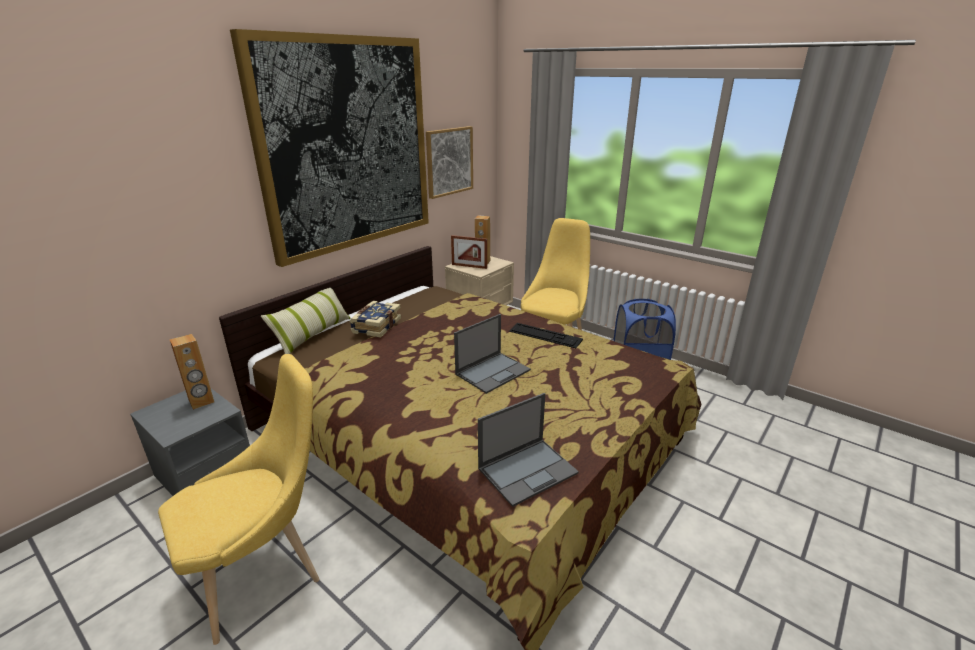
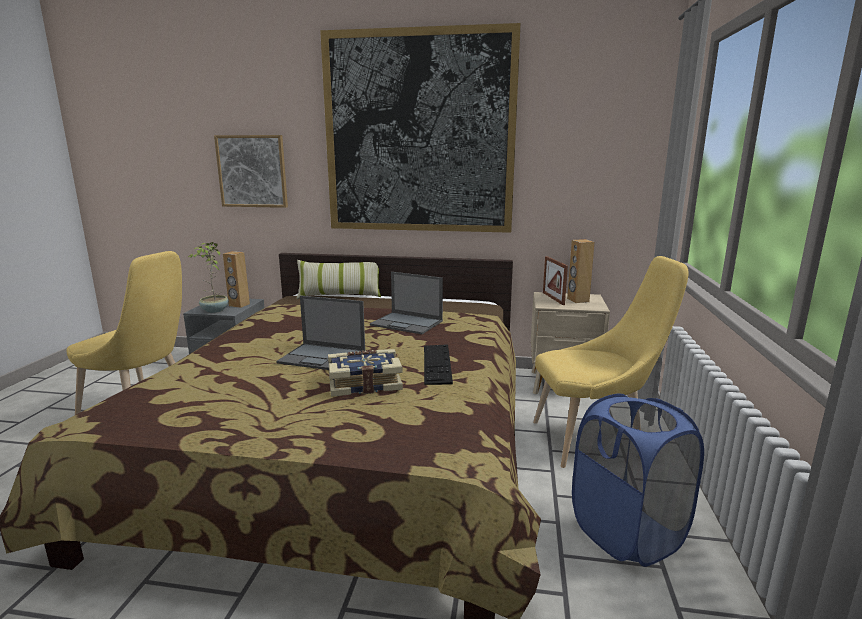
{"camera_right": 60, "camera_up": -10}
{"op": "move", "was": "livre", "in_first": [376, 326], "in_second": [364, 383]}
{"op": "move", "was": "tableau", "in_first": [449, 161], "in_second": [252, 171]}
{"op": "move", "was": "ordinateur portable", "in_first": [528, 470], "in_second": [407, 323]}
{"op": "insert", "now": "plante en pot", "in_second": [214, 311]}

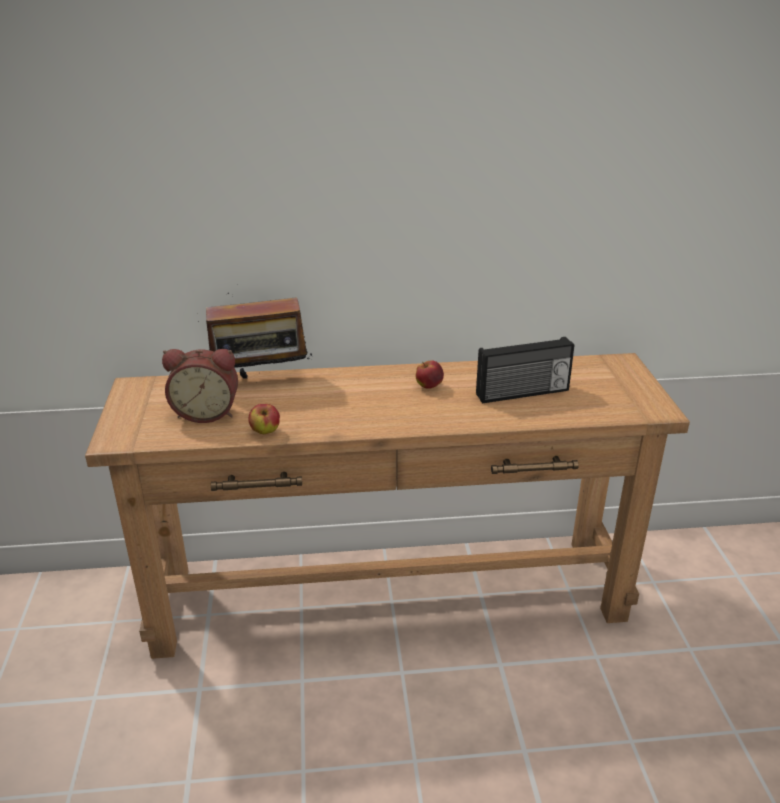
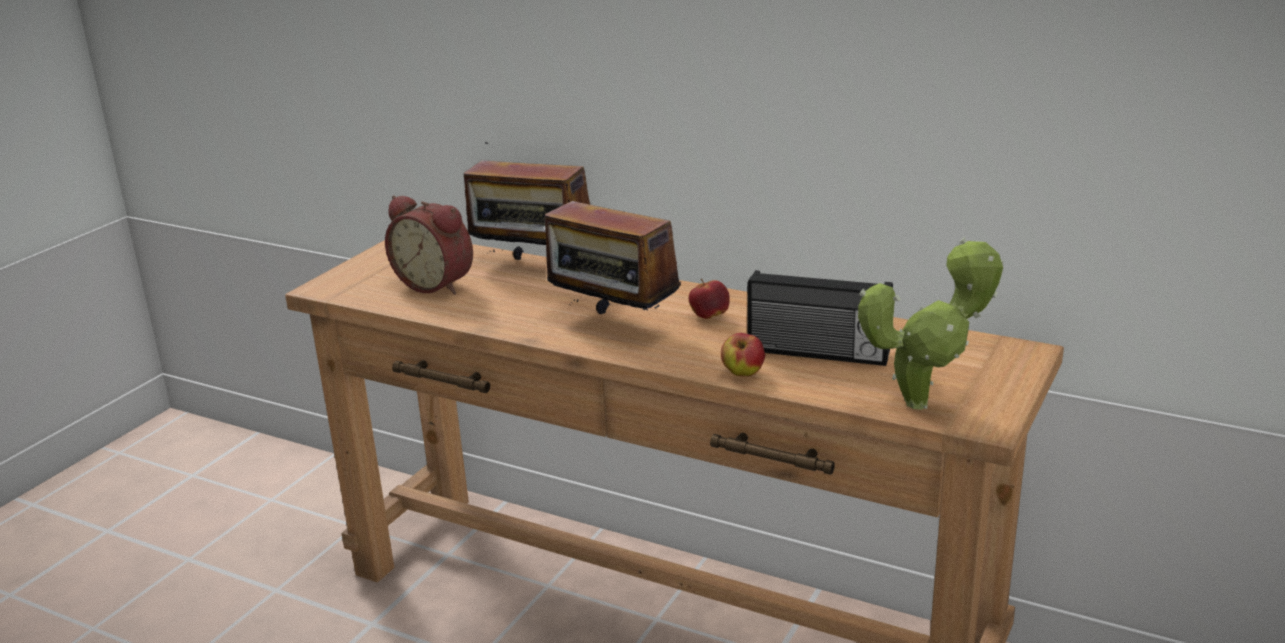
{"camera_right": 35, "camera_up": -5}
{"op": "move", "was": "pomme", "in_first": [265, 432], "in_second": [743, 374]}
{"op": "insert", "now": "radio", "in_second": [613, 323]}
{"op": "insert", "now": "plante en pot", "in_second": [925, 402]}

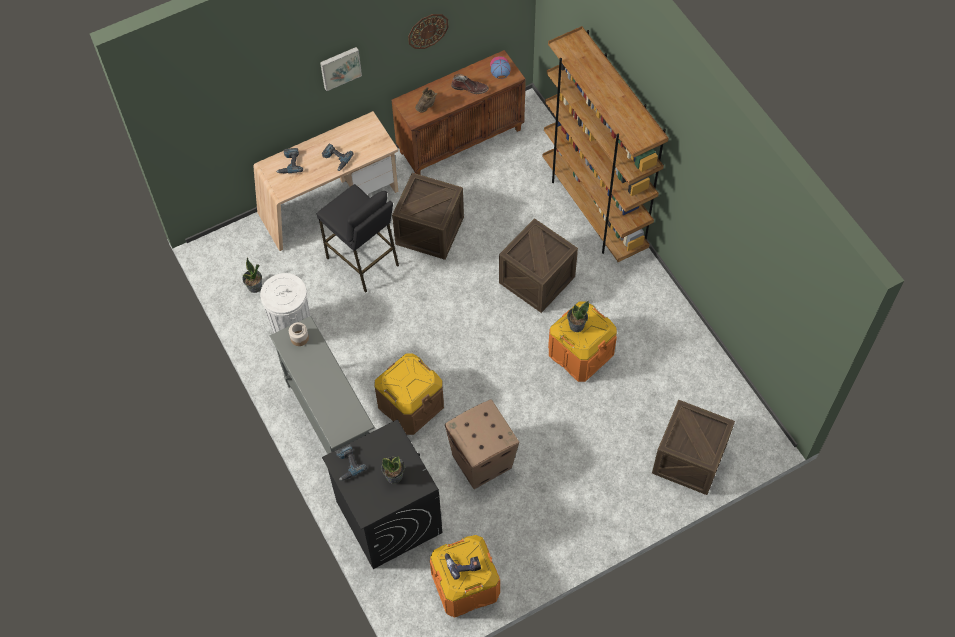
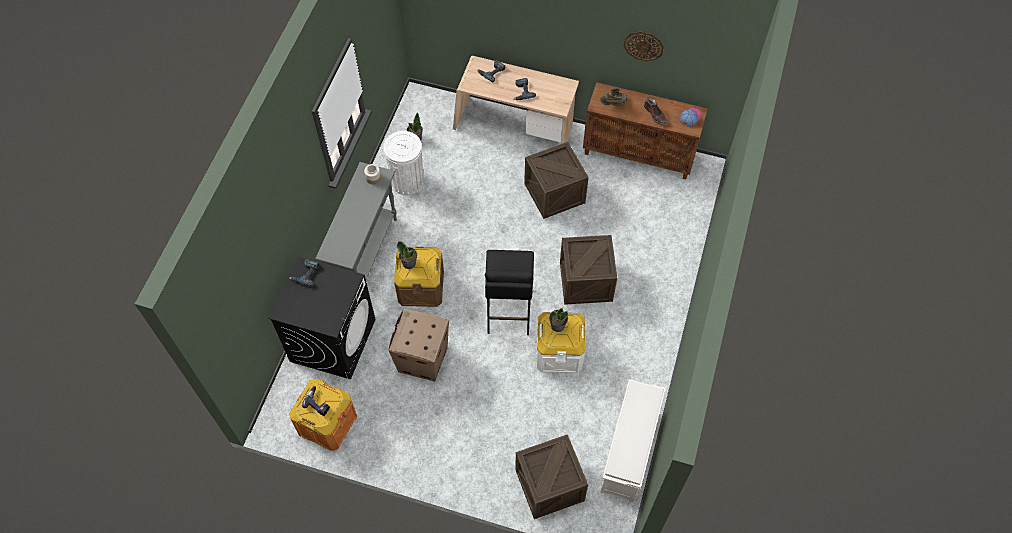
{"camera_right": 45, "camera_up": 0}
{"op": "move", "was": "tabouret/noir", "in_first": [363, 262], "in_second": [508, 311]}
{"op": "delete", "was": "tableau", "in_first": [340, 67]}
{"op": "move", "was": "plante en pot", "in_first": [394, 475], "in_second": [409, 263]}
{"op": "delete", "was": "bibliothèque/marron", "in_first": [594, 209]}
{"op": "recolor", "was": "boîte de rangement/orange", "now": "boîte de rangement/blanc", "in_first": [580, 353], "in_second": [559, 352]}
{"op": "insert", "now": "étagère à chaussures/blanc", "in_second": [628, 453]}

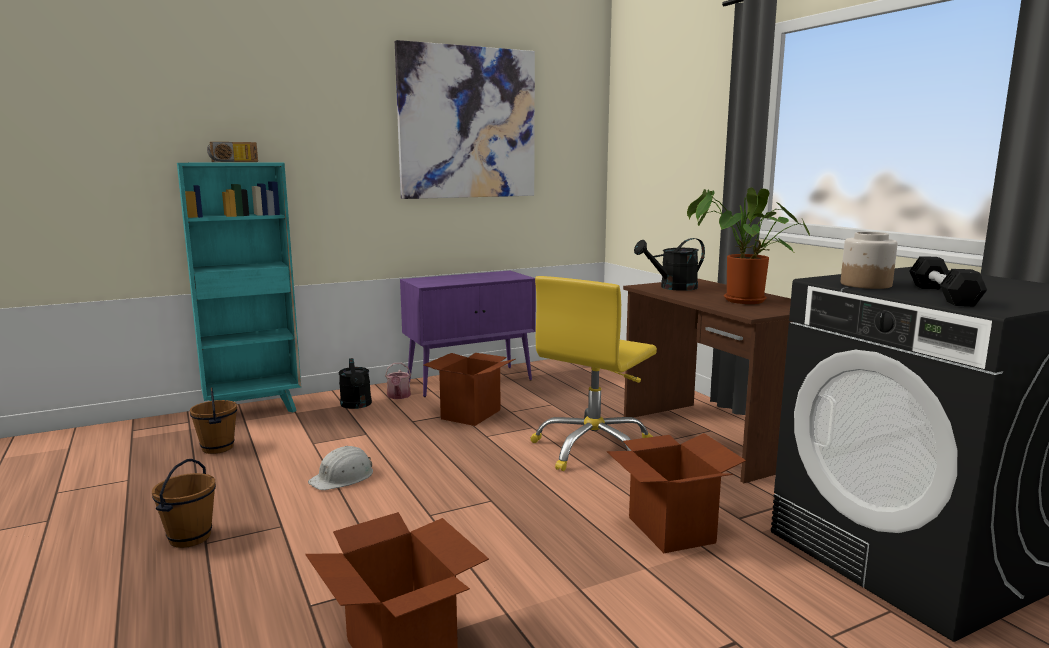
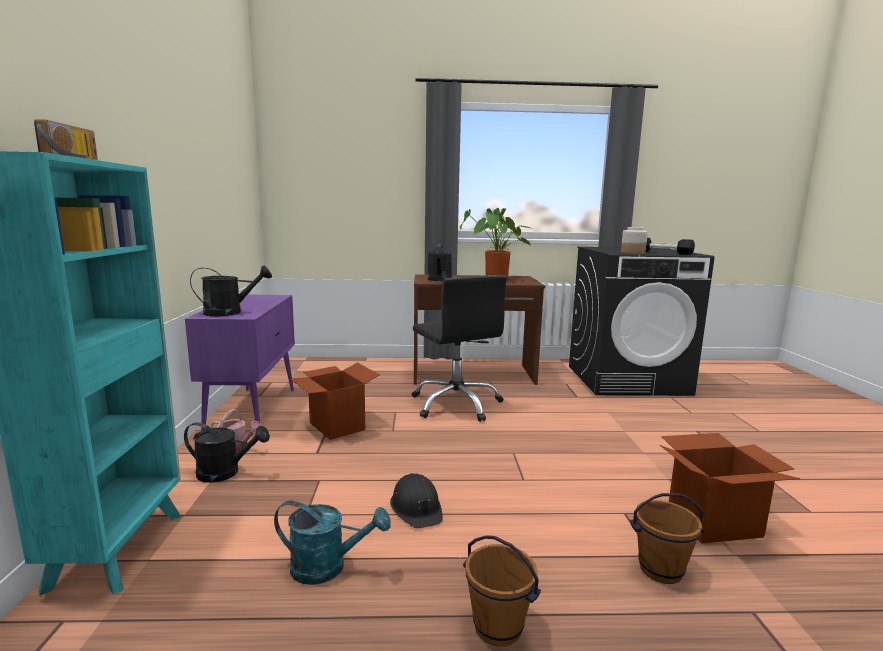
{"camera_right": -65, "camera_up": 0}
{"op": "move", "was": "seau/marron", "in_first": [217, 448], "in_second": [661, 570]}
{"op": "recolor", "was": "casque de chantier/blanc", "now": "casque de chantier/noir", "in_first": [343, 477], "in_second": [417, 508]}
{"op": "delete", "was": "tableau", "in_first": [467, 123]}
{"op": "recolor", "was": "chaise de bureau/jaune", "now": "chaise de bureau/noir", "in_first": [593, 449], "in_second": [456, 404]}
{"op": "delete", "was": "carton", "in_first": [670, 529]}
{"op": "insert", "now": "arrosoir/noir", "in_second": [230, 312]}
{"op": "insert", "now": "arrosoir/turquoise", "in_second": [328, 567]}

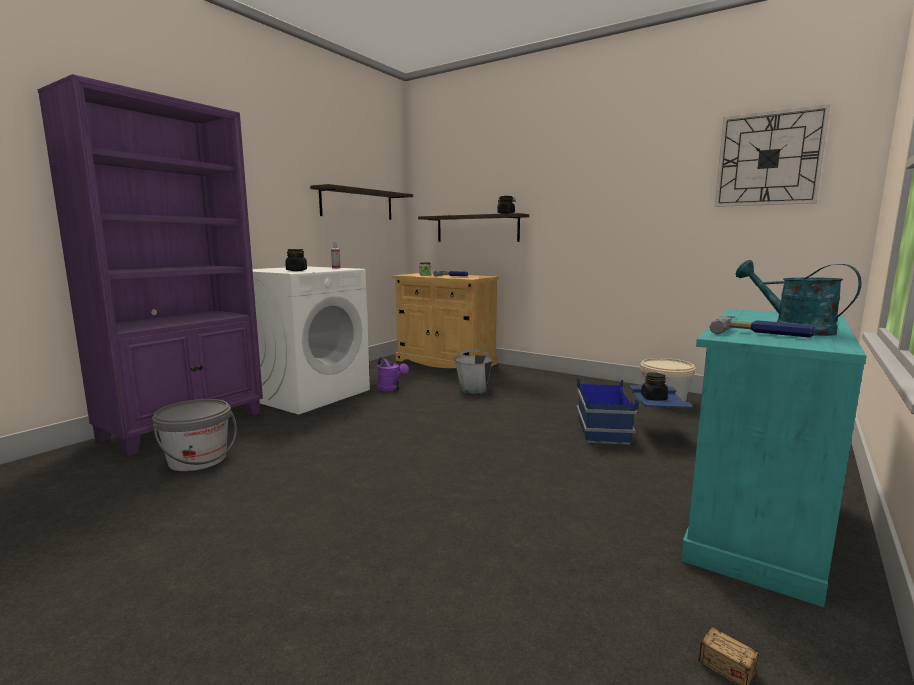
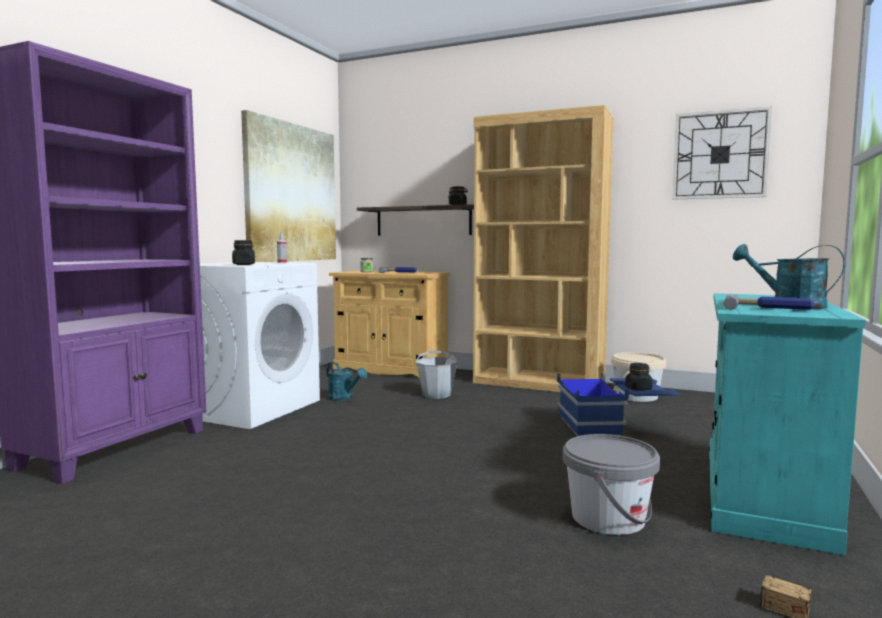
{"camera_right": -10, "camera_up": -5}
{"op": "move", "was": "seau/gris", "in_first": [198, 460], "in_second": [608, 518]}
{"op": "replace", "was": "étagère", "now": "tableau", "in_first": [357, 204], "in_second": [291, 193]}
{"op": "recolor", "was": "arrosoir/violet", "now": "arrosoir/turquoise", "in_first": [391, 389], "in_second": [344, 398]}
{"op": "insert", "now": "bibliothèque/marron", "in_second": [539, 383]}

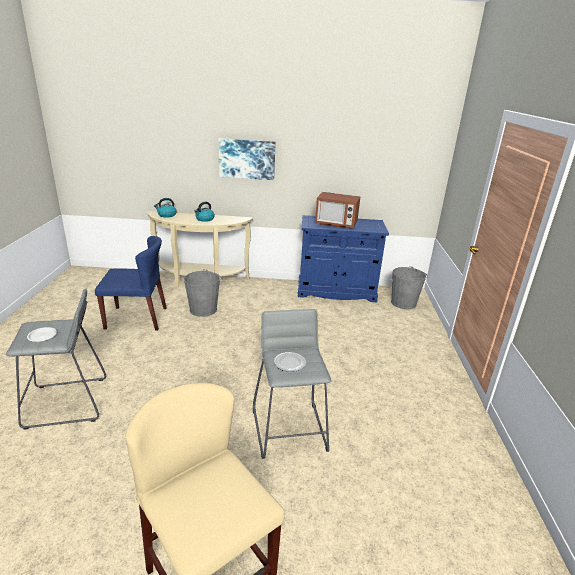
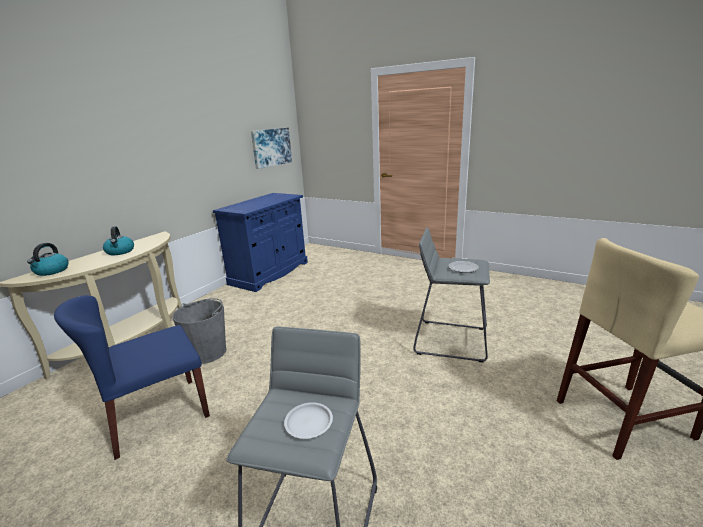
{"camera_right": -60, "camera_up": -5}
{"op": "rotate", "was": "chaise/bleu", "in_first": [137, 318], "in_second": [156, 415], "clockwise": -150}
{"op": "move", "was": "tableau", "in_first": [247, 159], "in_second": [271, 147]}
{"op": "delete", "was": "micro-ondes", "in_first": [336, 224]}
{"op": "delete", "was": "seau/gris", "in_first": [403, 303]}

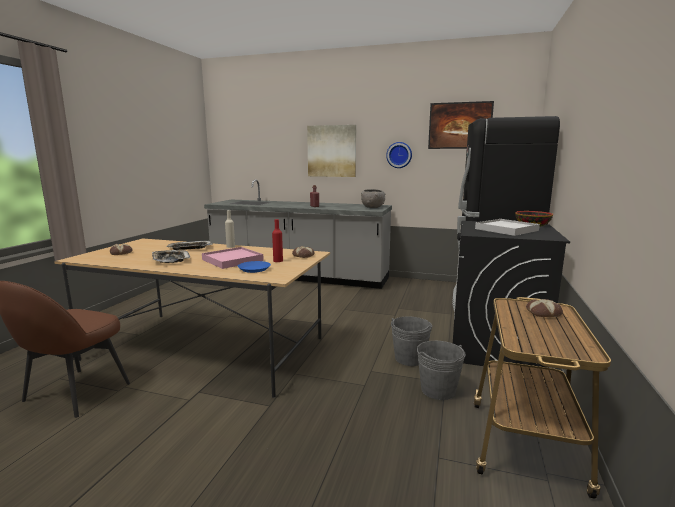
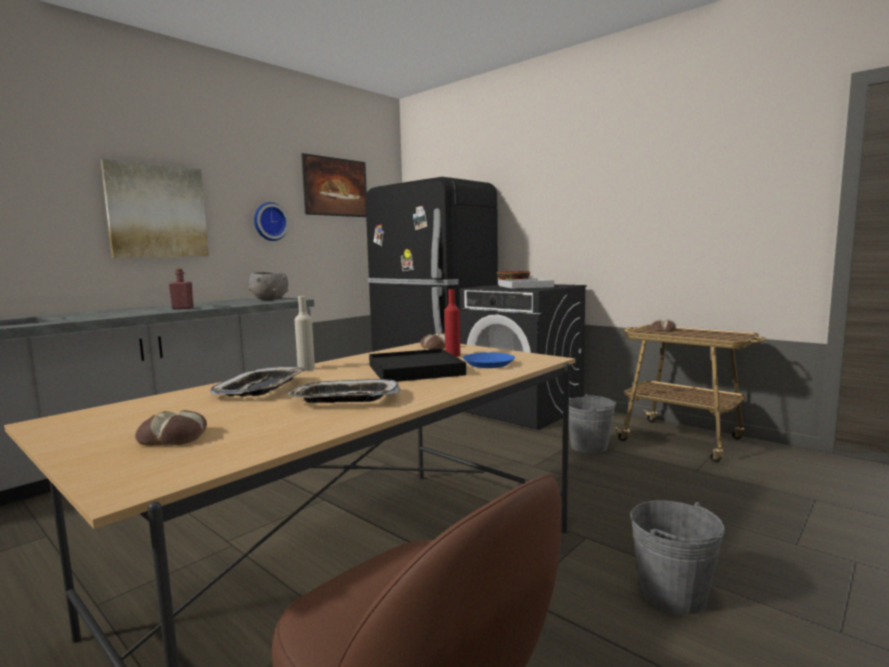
{"camera_right": -65, "camera_up": -5}
{"op": "recolor", "was": "plateau/rose", "now": "plateau/noir", "in_first": [232, 260], "in_second": [415, 370]}
{"op": "move", "was": "seau/gris", "in_first": [409, 358], "in_second": [672, 594]}

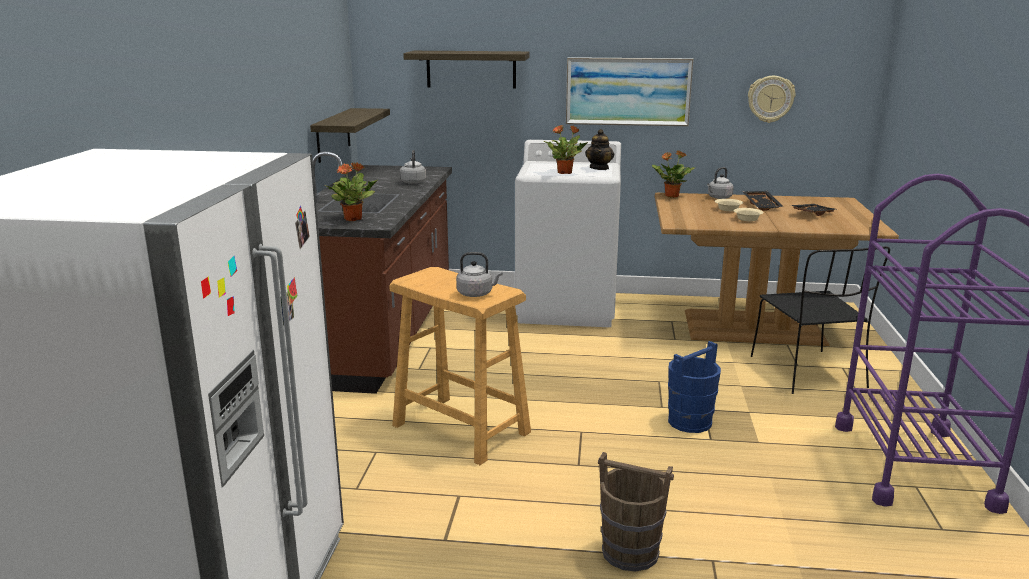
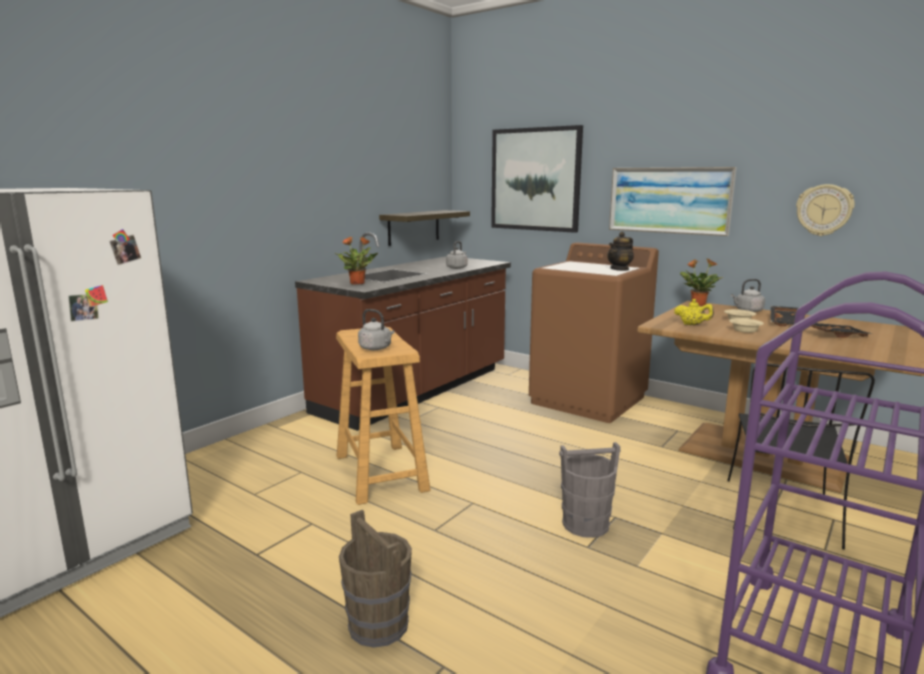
{"camera_right": 30, "camera_up": -5}
{"op": "replace", "was": "étagère", "now": "tableau", "in_first": [471, 69], "in_second": [535, 179]}
{"op": "recolor", "was": "lave-linge/blanc", "now": "lave-linge/marron", "in_first": [567, 308], "in_second": [588, 400]}
{"op": "delete", "was": "plante en pot", "in_first": [565, 172]}
{"op": "recolor", "was": "seau/bleu", "now": "seau/gris", "in_first": [690, 422], "in_second": [586, 524]}
{"op": "insert", "now": "théière/jaune", "in_second": [692, 325]}

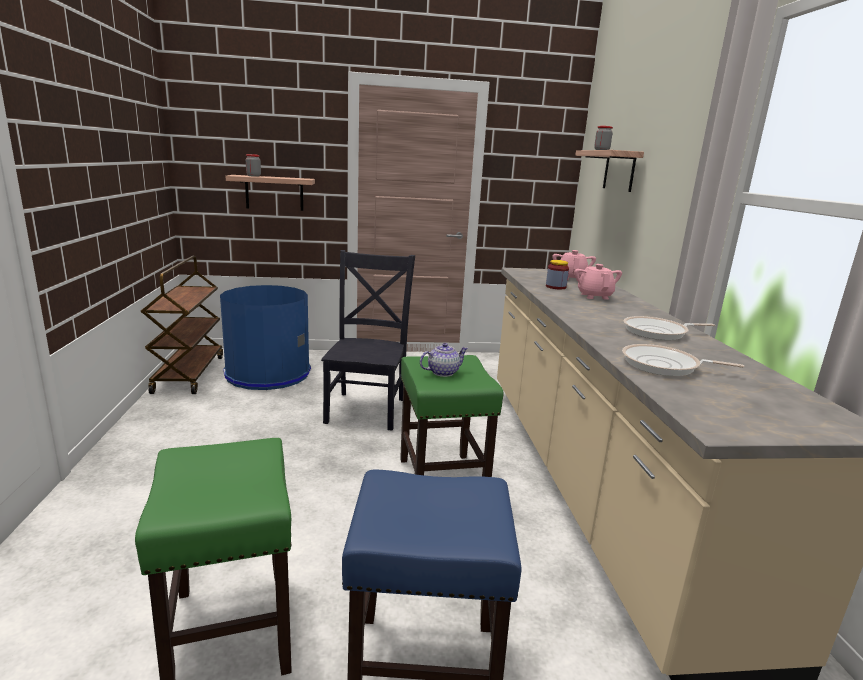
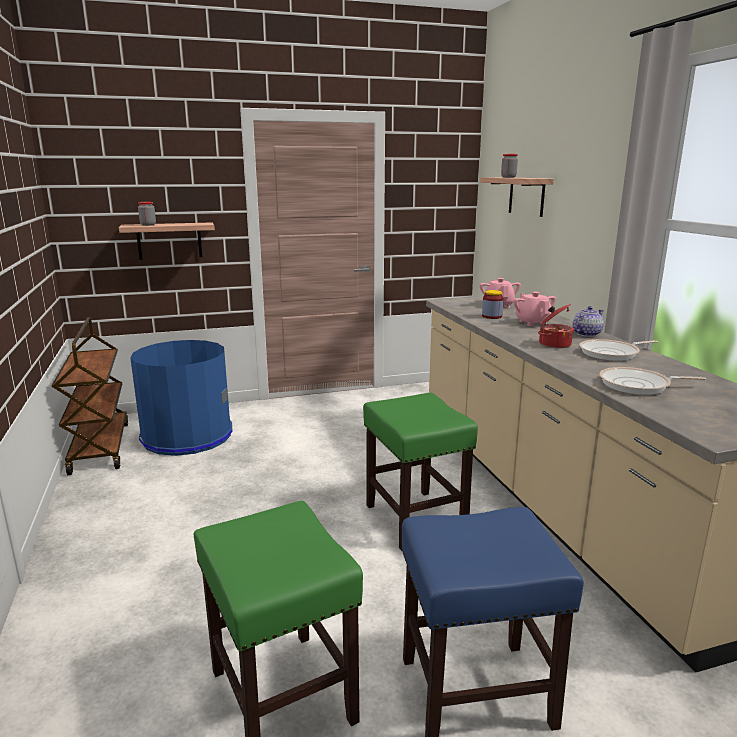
{"camera_right": -10, "camera_up": 0}
{"op": "delete", "was": "chaise/noir", "in_first": [367, 408]}
{"op": "move", "was": "théière", "in_first": [442, 372], "in_second": [586, 334]}
{"op": "insert", "now": "marmite", "in_second": [554, 344]}

